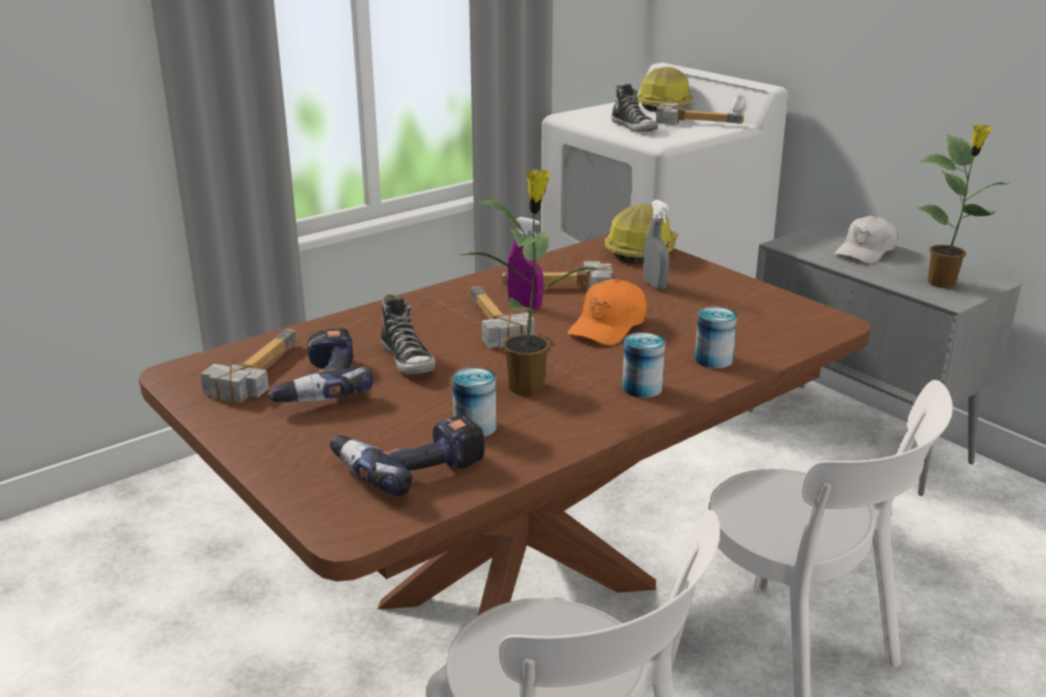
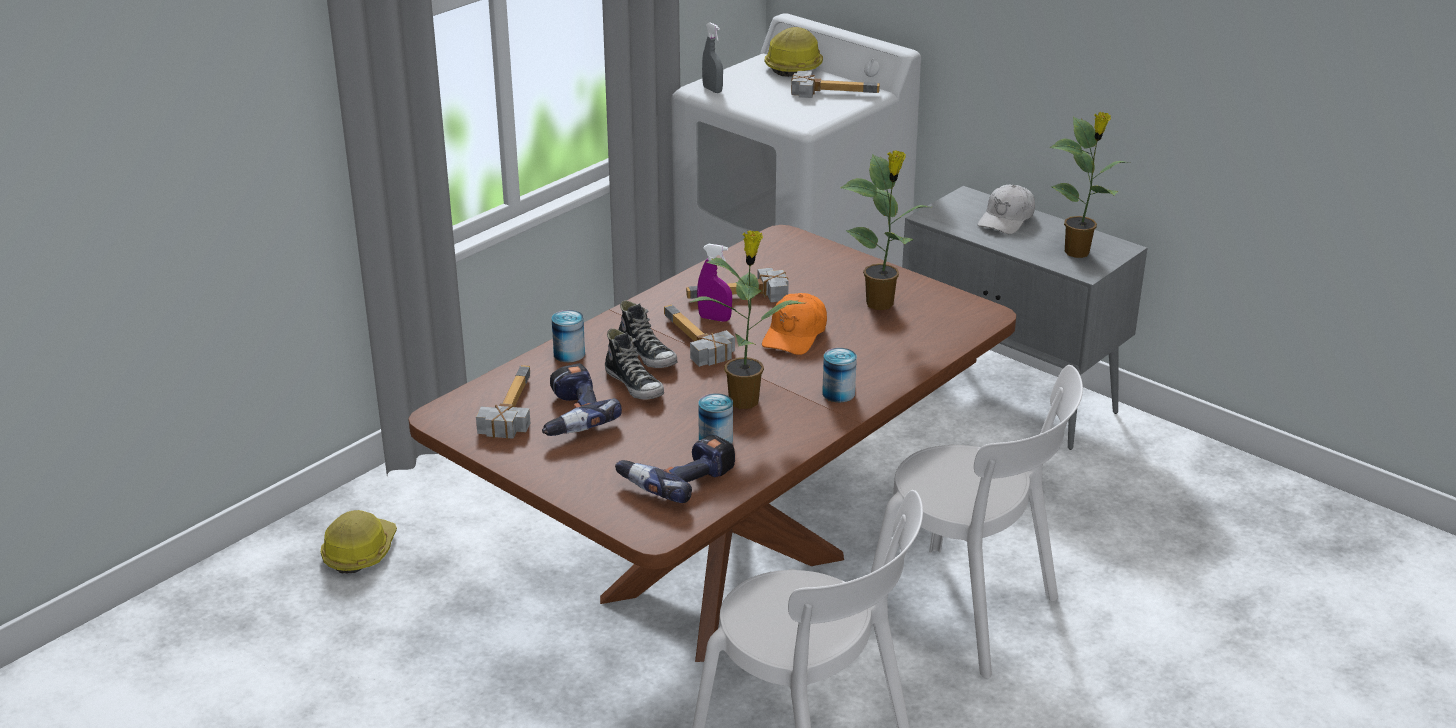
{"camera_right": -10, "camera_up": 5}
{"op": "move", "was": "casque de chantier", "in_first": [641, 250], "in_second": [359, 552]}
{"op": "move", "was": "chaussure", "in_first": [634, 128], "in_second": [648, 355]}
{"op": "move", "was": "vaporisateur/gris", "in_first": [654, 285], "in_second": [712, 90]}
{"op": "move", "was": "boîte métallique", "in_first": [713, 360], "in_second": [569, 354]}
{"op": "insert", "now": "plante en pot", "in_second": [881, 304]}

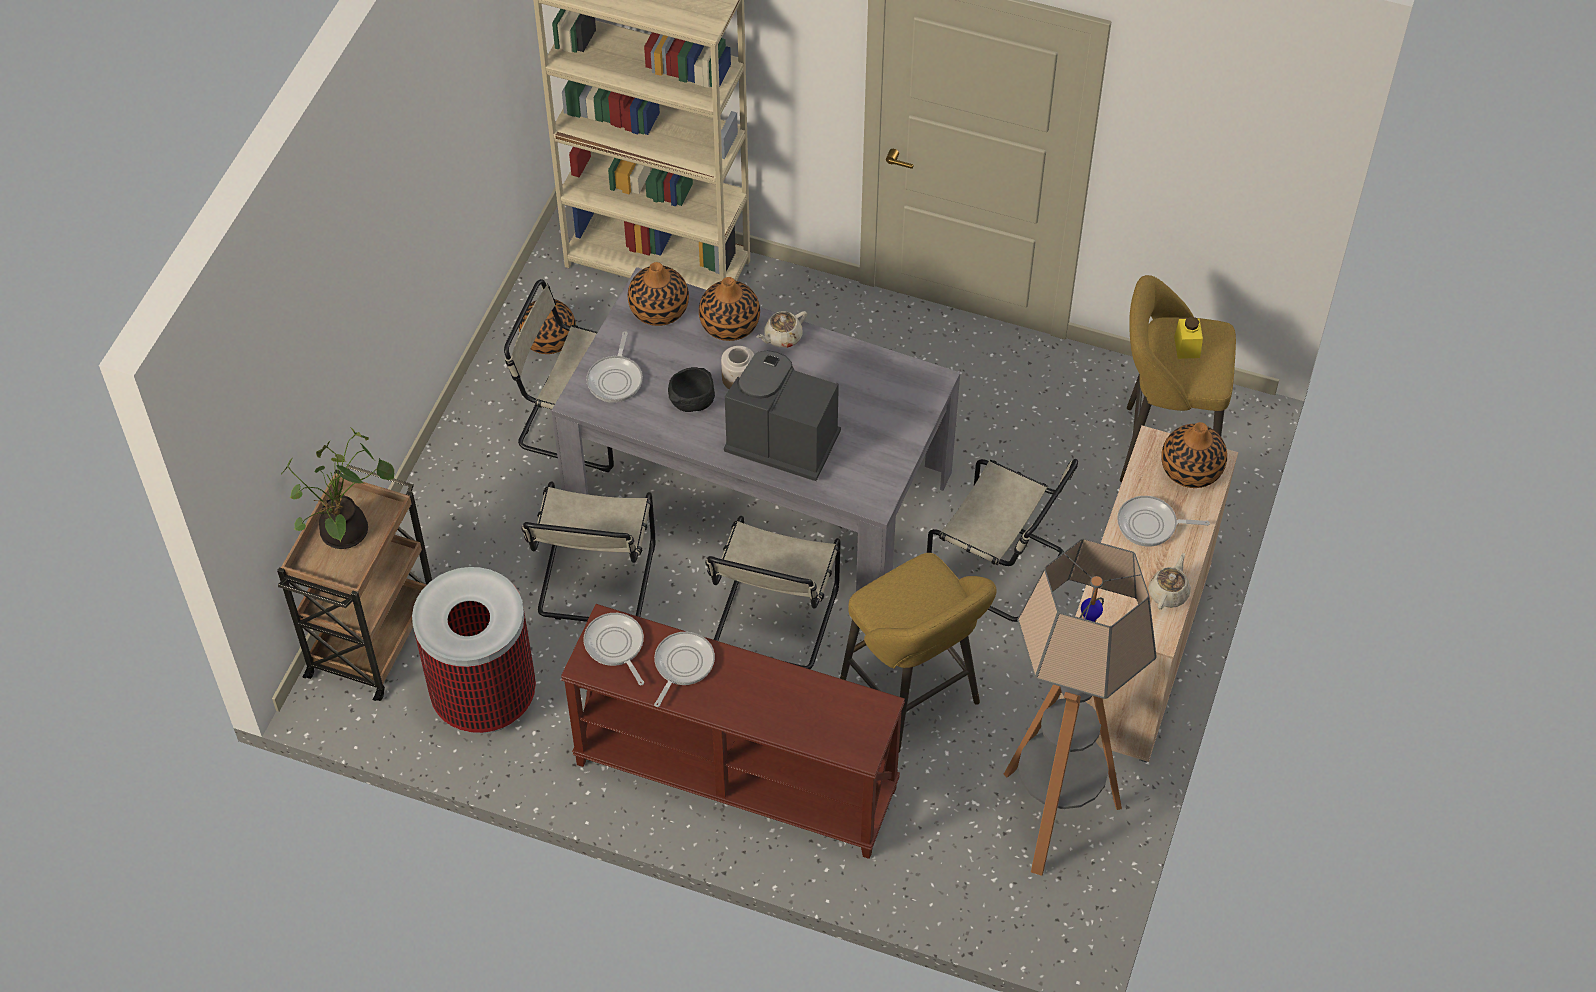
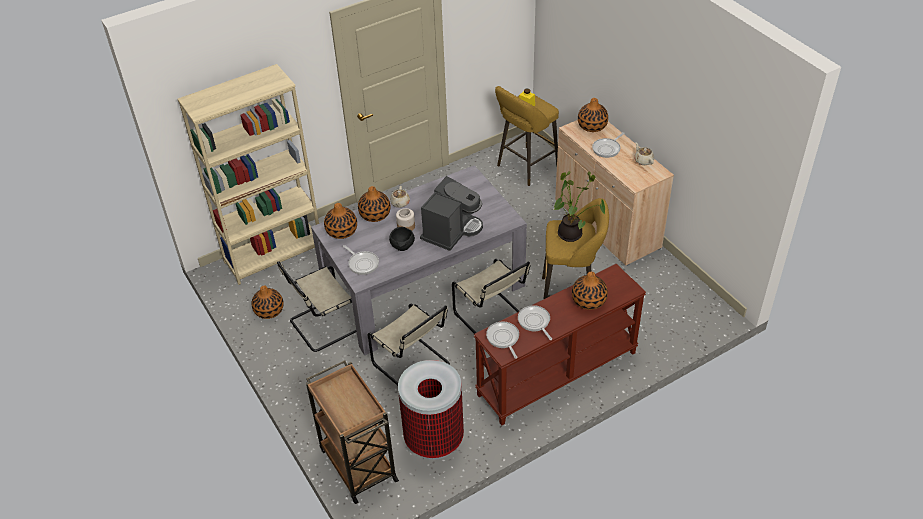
{"camera_right": -50, "camera_up": -10}
{"op": "move", "was": "plante en pot", "in_first": [346, 535], "in_second": [572, 234]}
{"op": "rotate", "was": "poêle", "in_first": [615, 646], "in_second": [503, 338], "clockwise": 60}
{"op": "rotate", "was": "machine à café", "in_first": [781, 440], "in_second": [451, 231], "clockwise": 150}
{"op": "delete", "was": "chaise/beige", "in_first": [1000, 568]}
{"op": "delete", "was": "lampadaire", "in_first": [1054, 815]}
{"op": "insert", "now": "vase", "in_second": [589, 300]}

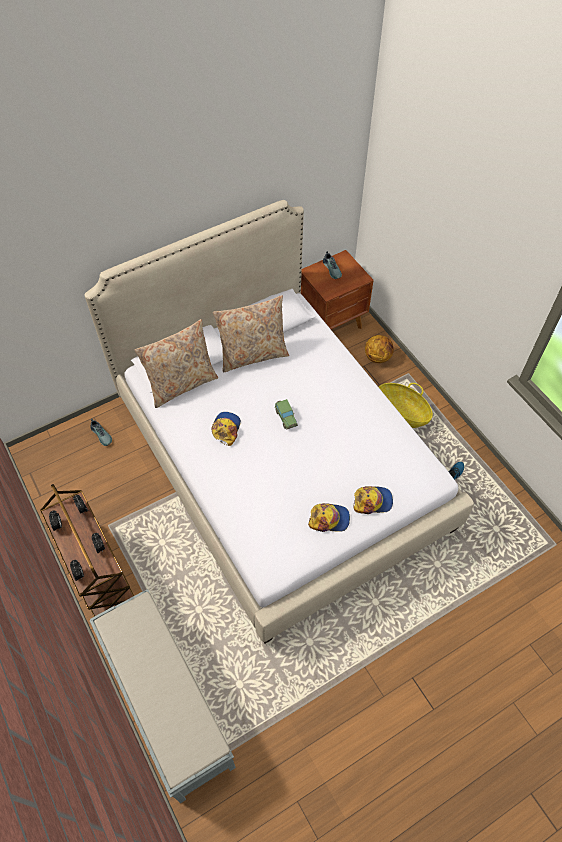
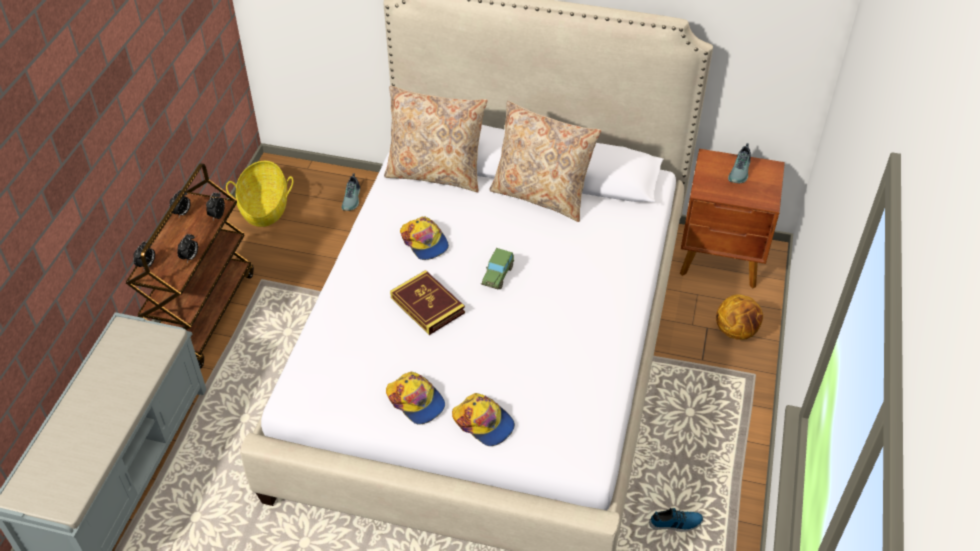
{"camera_right": 45, "camera_up": -10}
{"op": "rotate", "was": "casquette", "in_first": [226, 429], "in_second": [425, 242], "clockwise": 90}
{"op": "move", "was": "panier", "in_first": [401, 413], "in_second": [264, 207]}
{"op": "insert", "now": "livre", "in_second": [427, 305]}

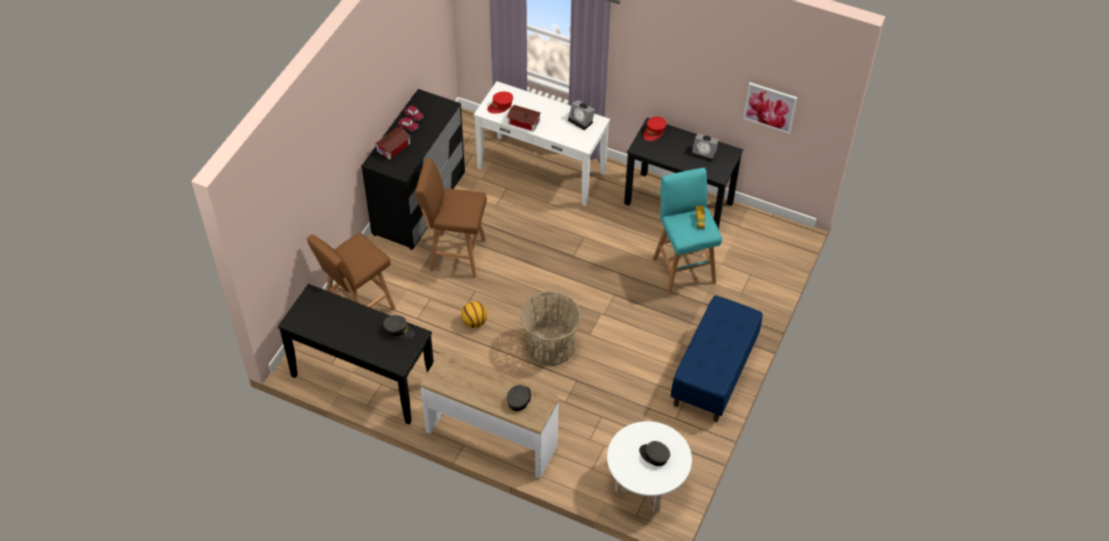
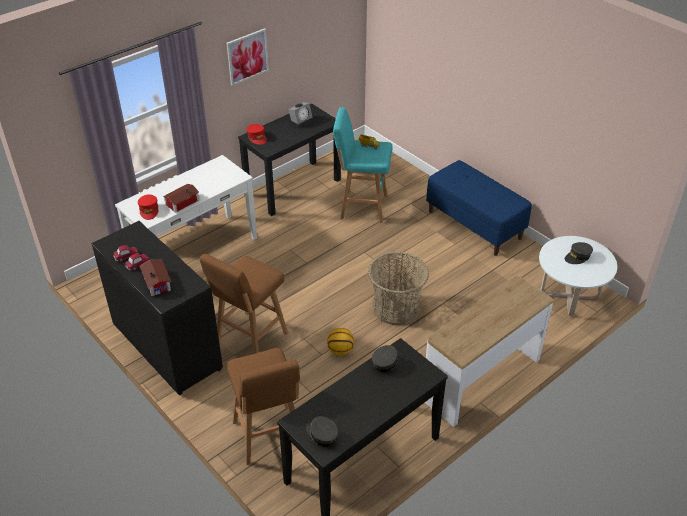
{"camera_right": -65, "camera_up": -10}
{"op": "move", "was": "casquette/gris", "in_first": [519, 399], "in_second": [321, 435]}
{"op": "delete", "was": "réveil", "in_first": [581, 121]}
{"op": "move", "was": "tableau", "in_first": [770, 107], "in_second": [247, 56]}

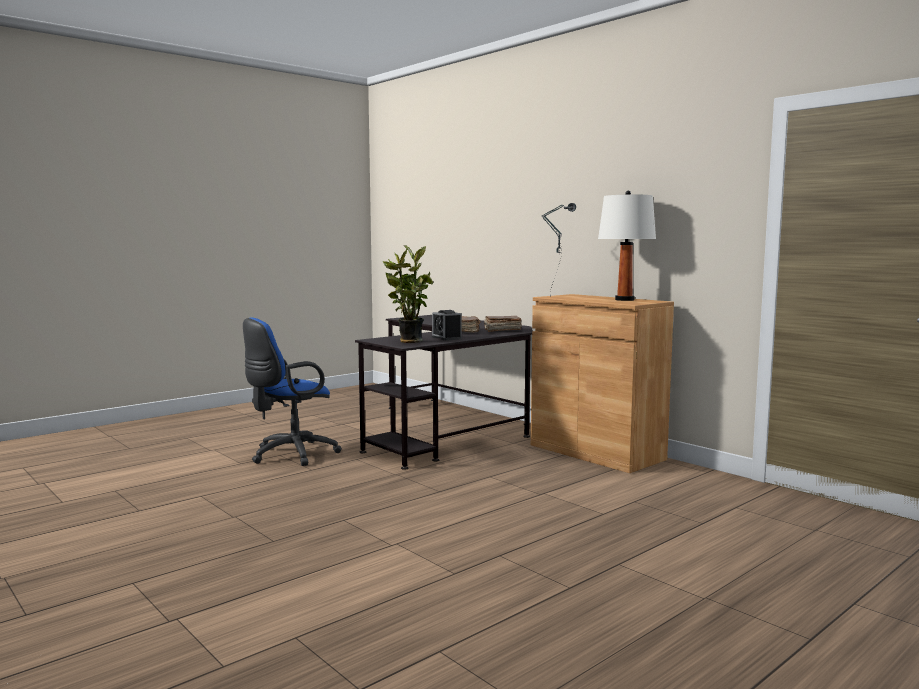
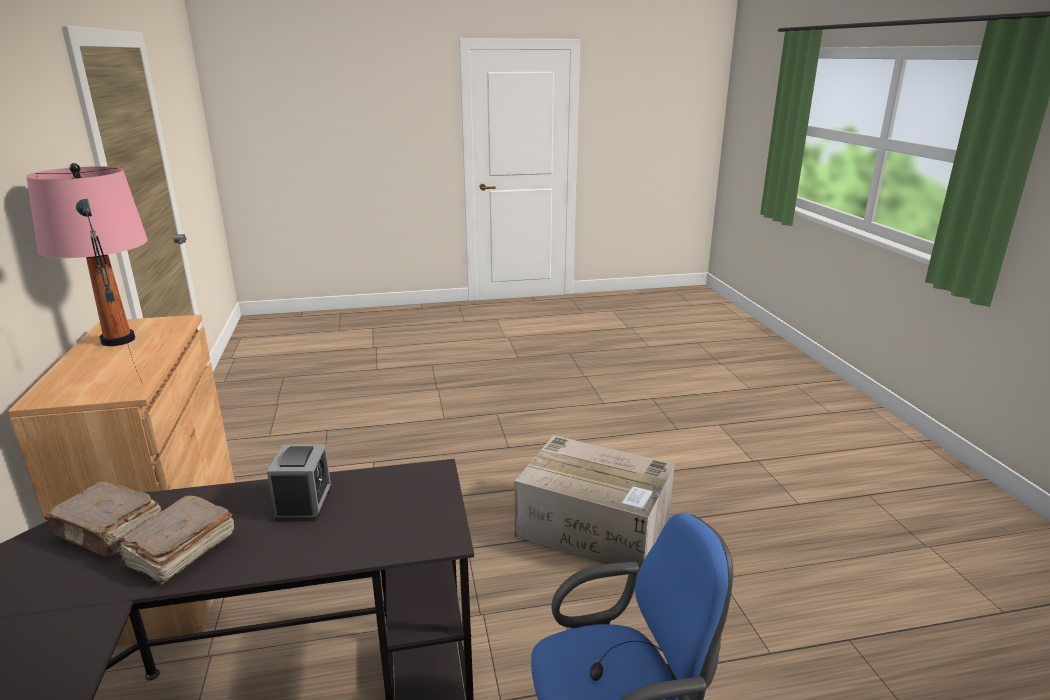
{"camera_right": -150, "camera_up": 15}
{"op": "delete", "was": "plante en pot", "in_first": [408, 341]}
{"op": "recolor", "was": "lampe de table/blanc", "now": "lampe de table/rose", "in_first": [625, 300], "in_second": [118, 340]}
{"op": "insert", "now": "carton", "in_second": [595, 527]}

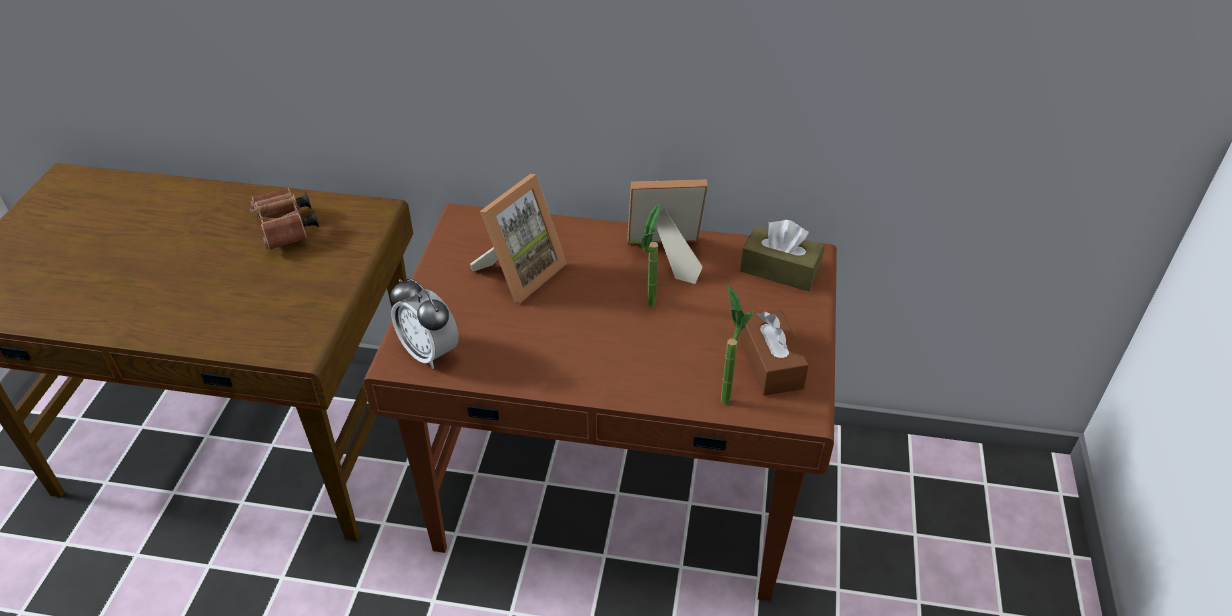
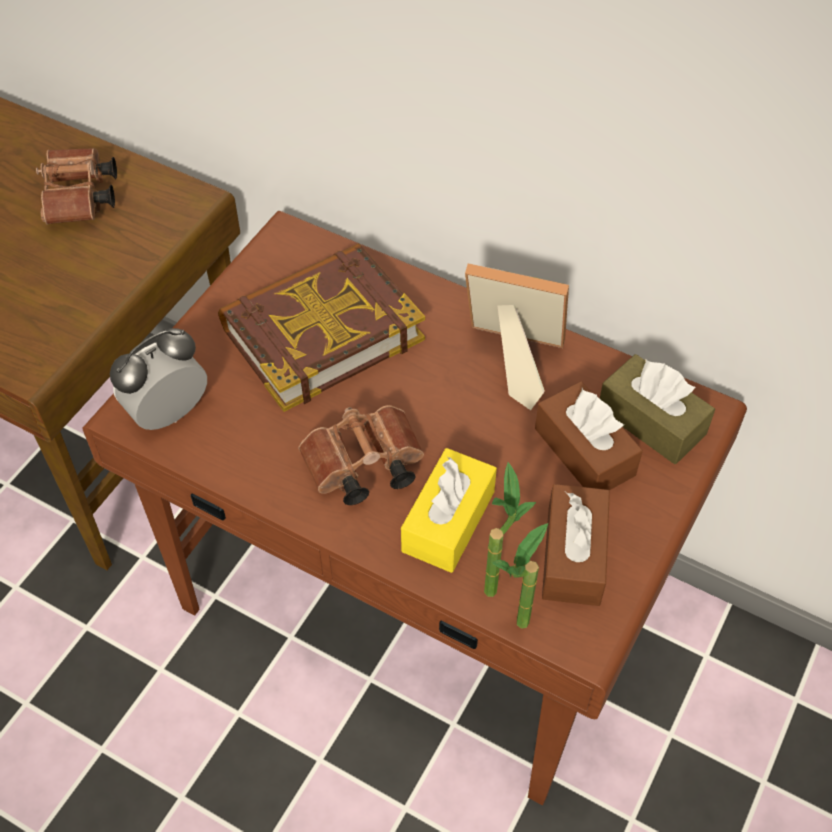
{"camera_right": 20, "camera_up": 10}
{"op": "rotate", "was": "réveil", "in_first": [429, 352], "in_second": [169, 413], "clockwise": 75}
{"op": "replace", "was": "cadre photo", "now": "livre", "in_first": [520, 273], "in_second": [321, 333]}
{"op": "move", "was": "plante en pot", "in_first": [649, 310], "in_second": [514, 632]}
{"op": "insert", "now": "jumelles/marron", "in_second": [361, 468]}
{"op": "insert", "now": "boîte à mouchoirs/jaune", "in_second": [448, 521]}
{"op": "insert", "now": "boîte à mouchoirs/marron", "in_second": [584, 451]}

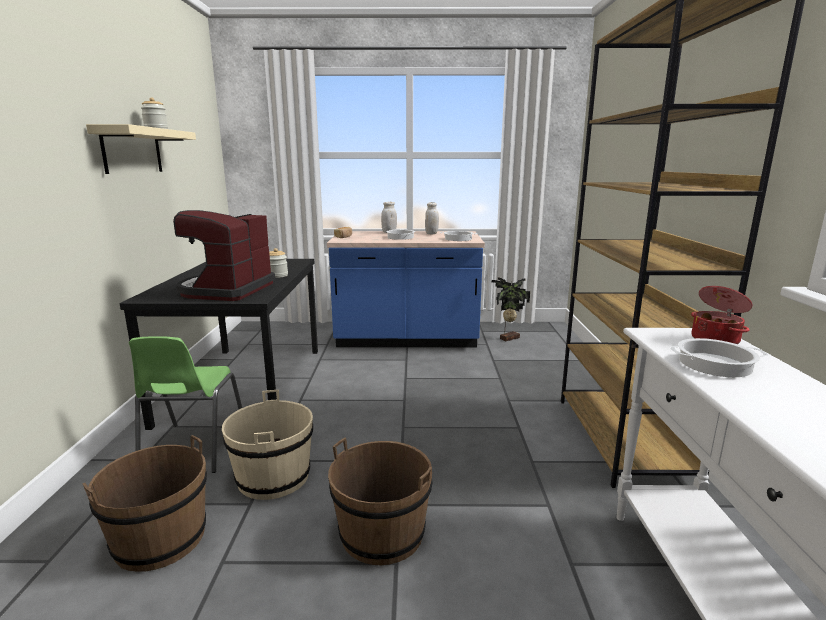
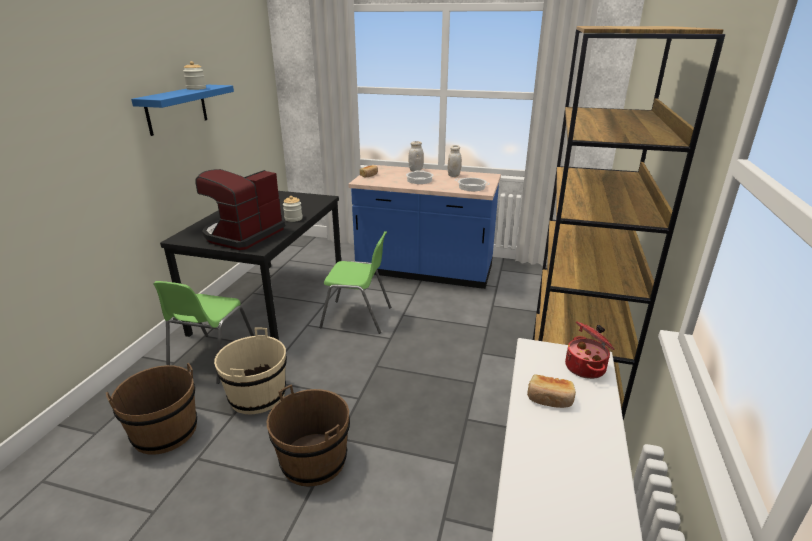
{"camera_right": 15, "camera_up": 10}
{"op": "recolor", "was": "étagère/beige", "now": "étagère/bleu", "in_first": [132, 151], "in_second": [177, 109]}
{"op": "delete", "was": "plante en pot", "in_first": [508, 338]}
{"op": "replace", "was": "marmite", "now": "pain", "in_first": [714, 364], "in_second": [549, 399]}
{"op": "insert", "now": "chaise/vert", "in_second": [358, 317]}

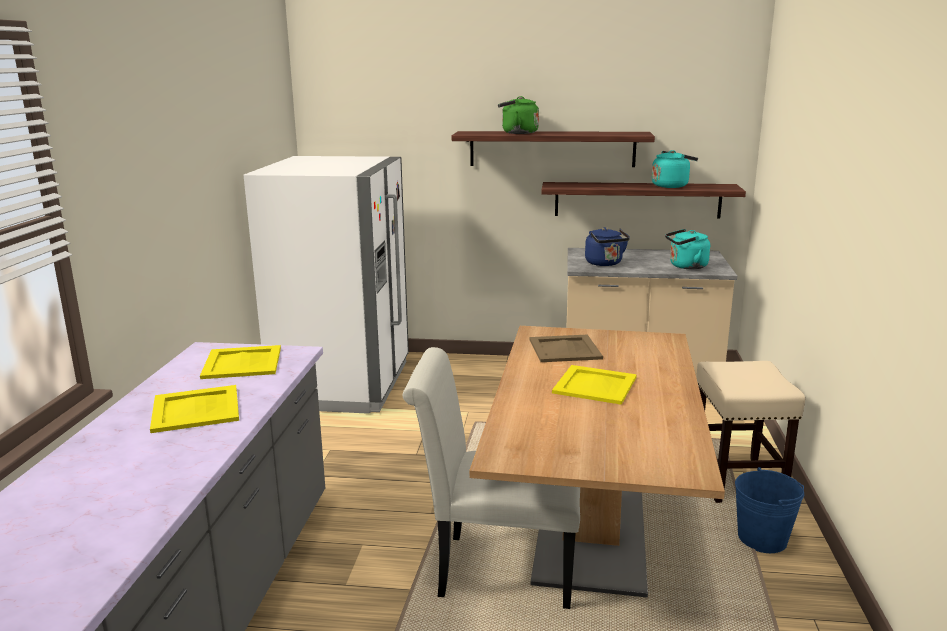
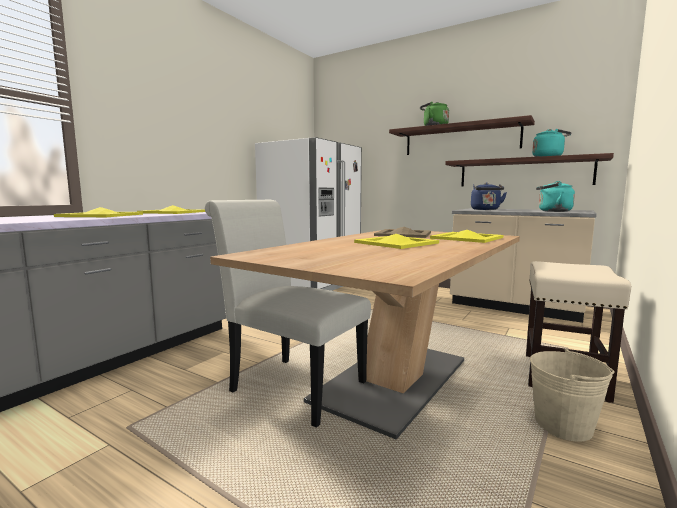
{"camera_right": 25, "camera_up": -10}
{"op": "recolor", "was": "seau/bleu", "now": "seau/beige", "in_first": [762, 539], "in_second": [563, 425]}
{"op": "insert", "now": "plateau/jaune", "in_second": [467, 238]}

